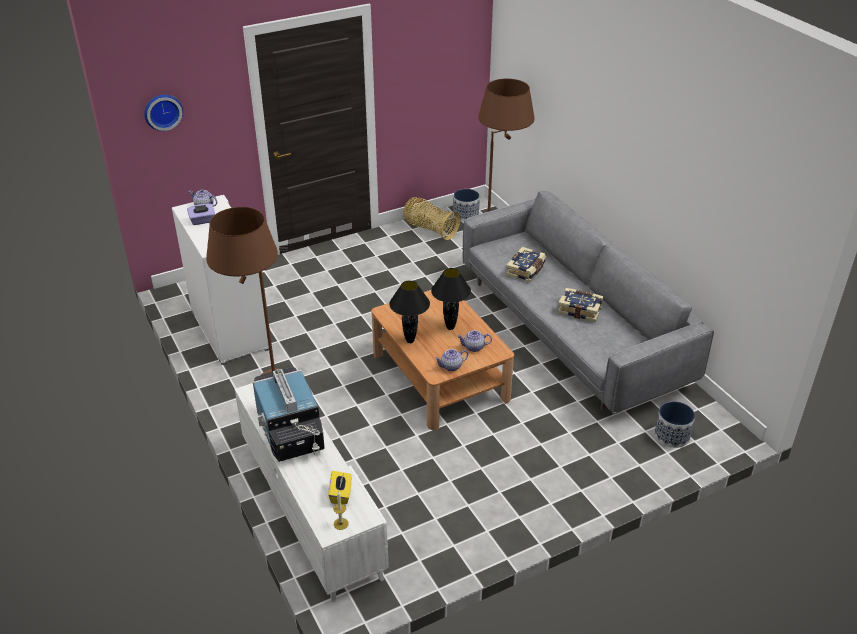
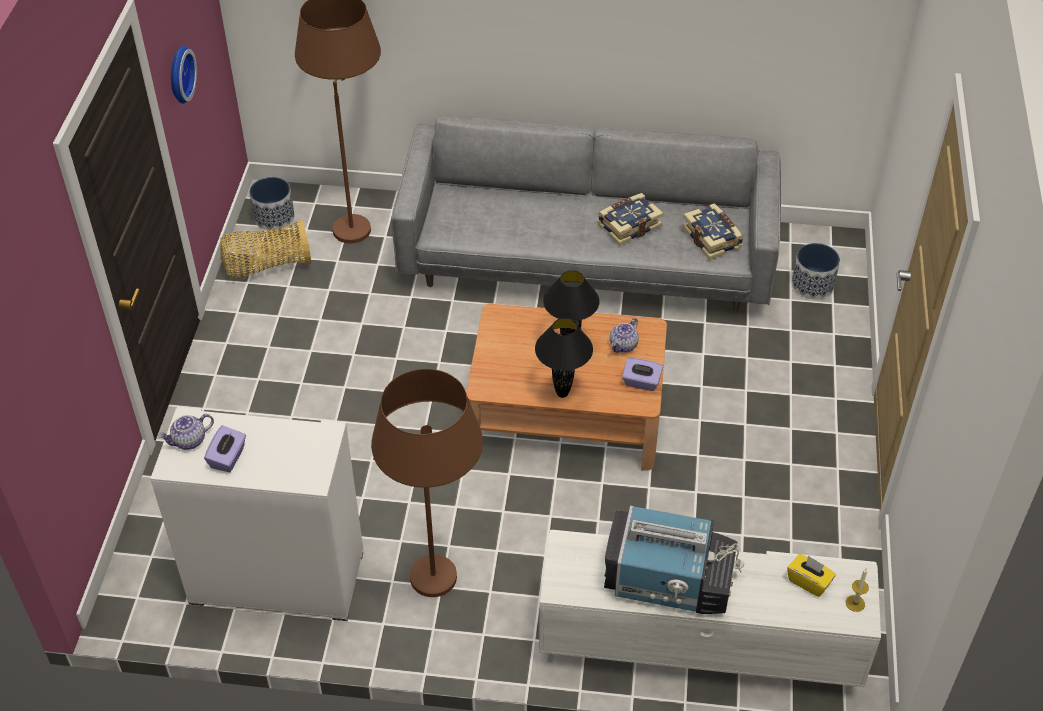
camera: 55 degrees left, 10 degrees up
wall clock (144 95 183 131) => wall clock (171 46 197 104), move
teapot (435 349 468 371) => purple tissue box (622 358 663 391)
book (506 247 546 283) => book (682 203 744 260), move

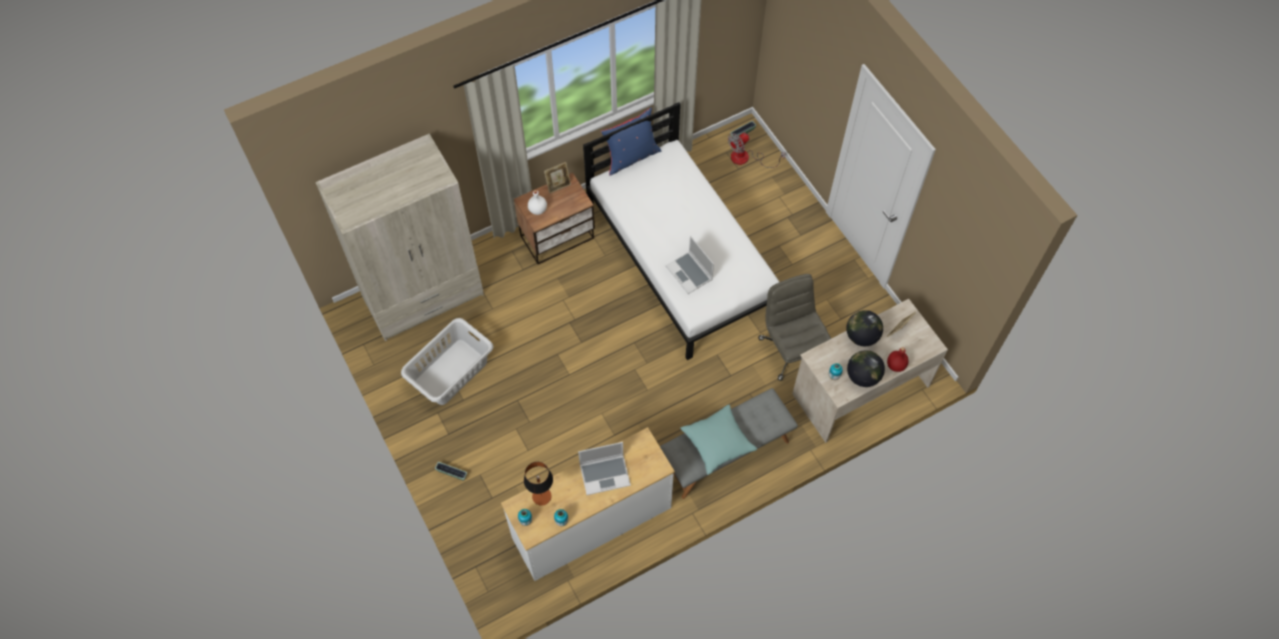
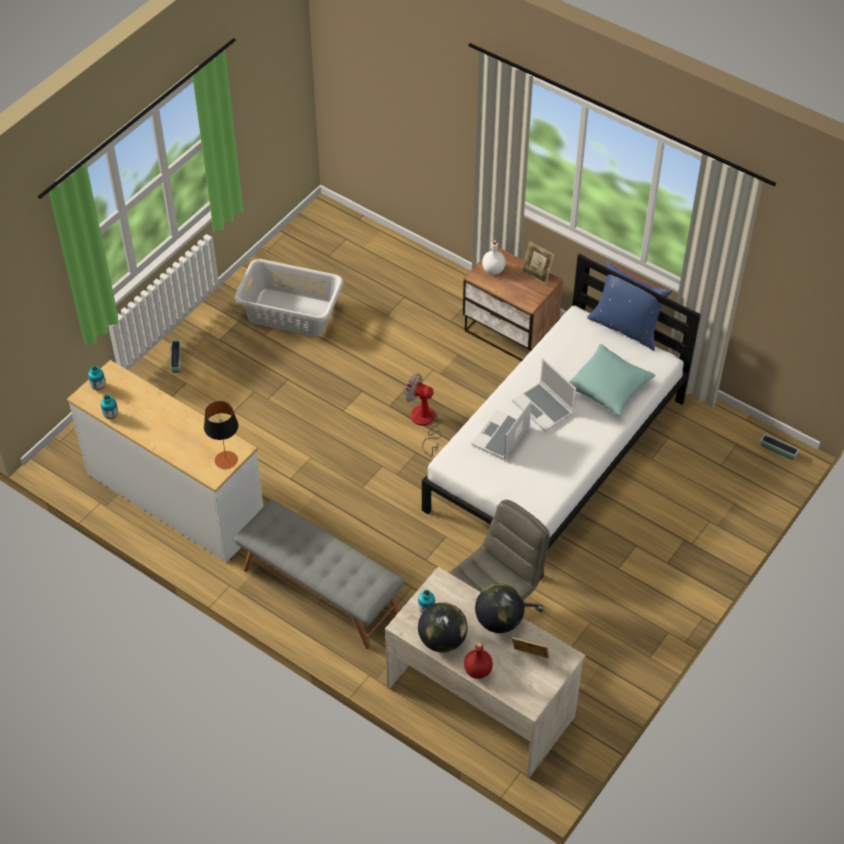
camera: 65 degrees right, 10 degrees down
beige wardrobe (315 134 484 341) => nothing
table lamp (524 462 553 506) => table lamp (204 401 238 469), move
laptop (578 442 631 495) => laptop (512 358 576 432), move
turquoise pillow (680 405 757 475) => turquoise pillow (569 344 656 416), move
fan (728 133 785 168) => fan (405 373 441 456), move

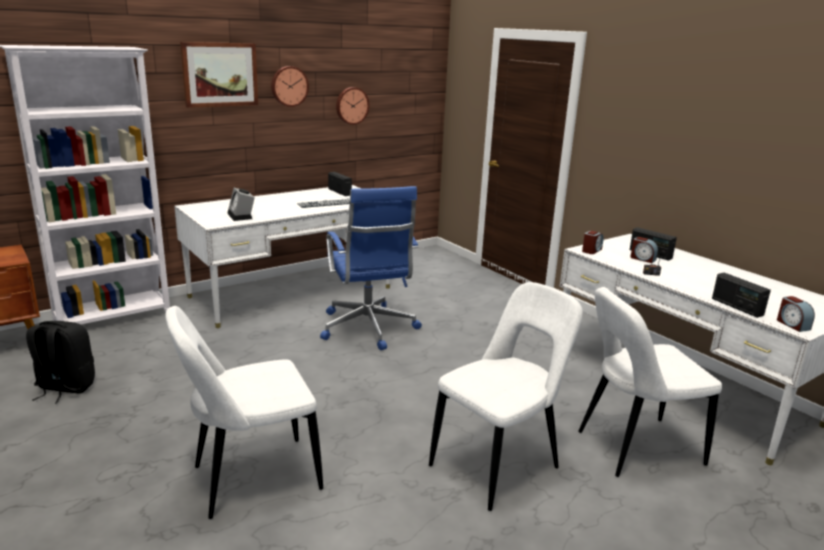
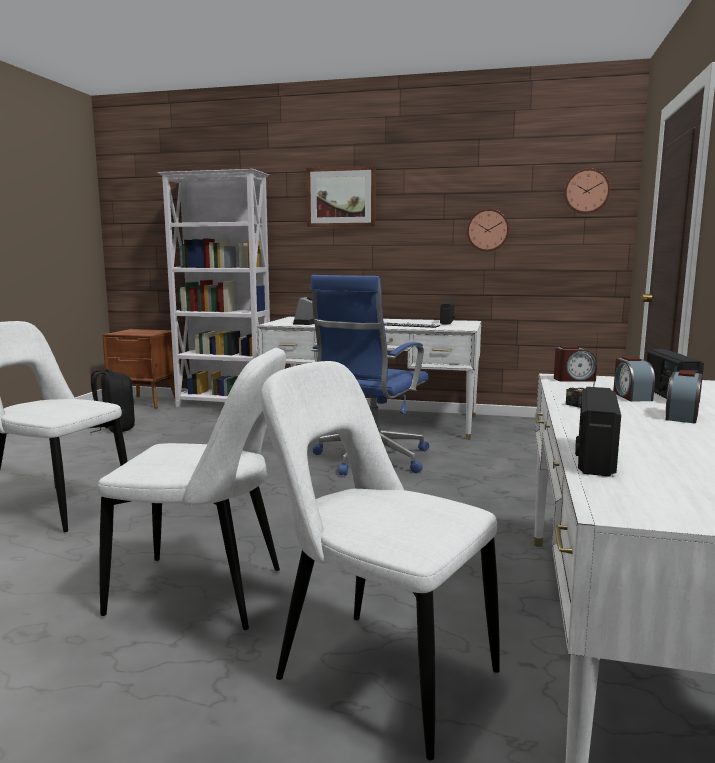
camera: 50 degrees right, 10 degrees down
wall clock (271 66 309 107) => wall clock (564 168 610 214), move
alarm clock (777 296 815 332) => alarm clock (665 370 702 424), move

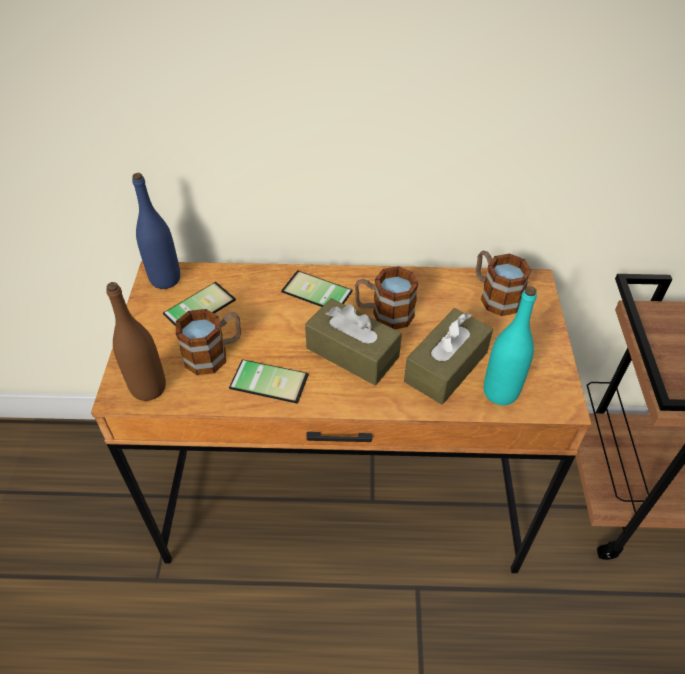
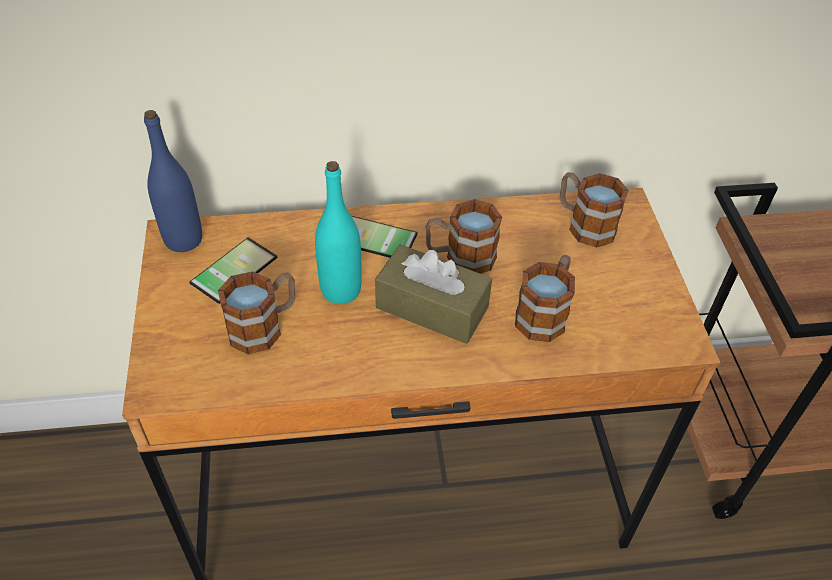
camera: 10 degrees left, 0 degrees up
brown bottle (106 282 166 401) => nothing
phone (229 359 309 404) => nothing
brown tissue box (404 308 493 405) => mug (515 255 575 342)
turquoise bottle (484 286 537 405) => turquoise bottle (315 161 362 304), move

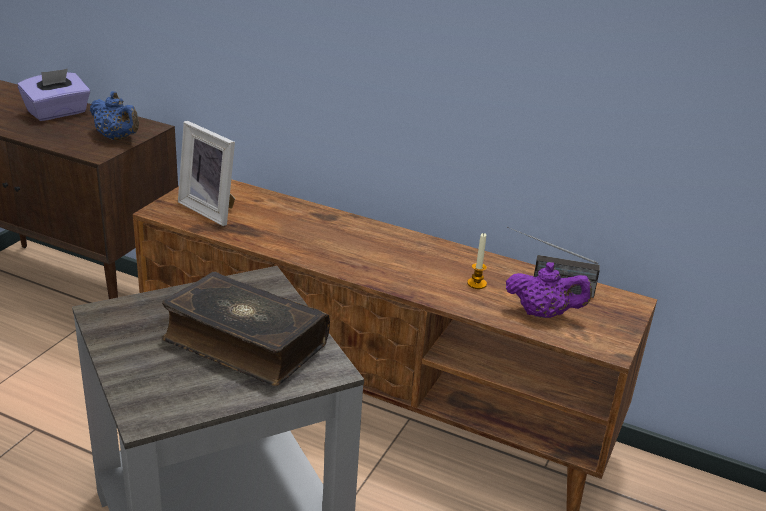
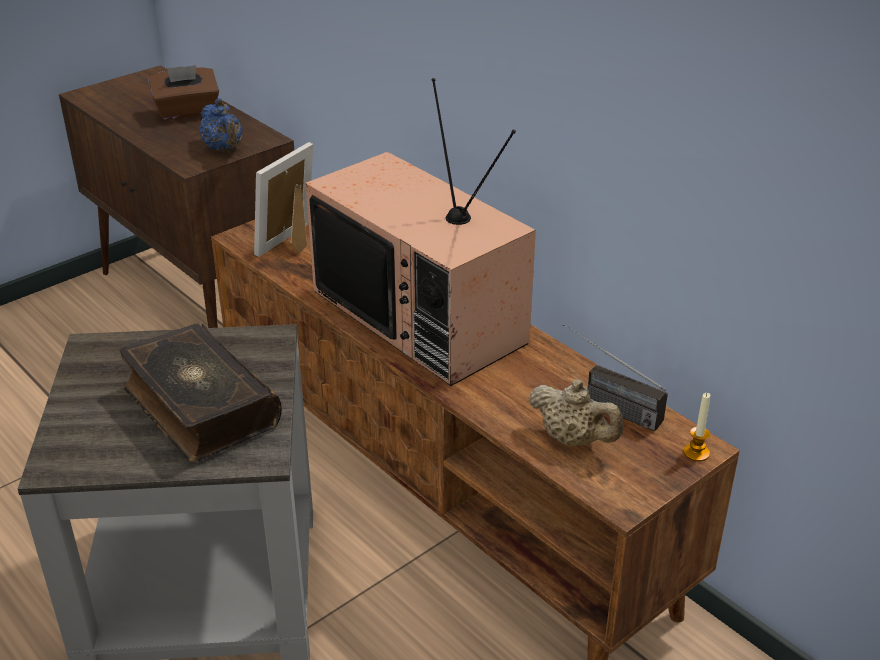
camera: 25 degrees right, 5 degrees up
purple tissue box (18 69 90 121) => brown tissue box (148 65 219 120)
picture frame (178 121 235 226) => picture frame (254 142 313 257), 60 degrees clockwise
candle (467 233 487 289) => candle (684 393 710 462), move
purple teapot (506 262 592 318) => beige teapot (529 379 623 446)
nothing => television (306 78 536 386)

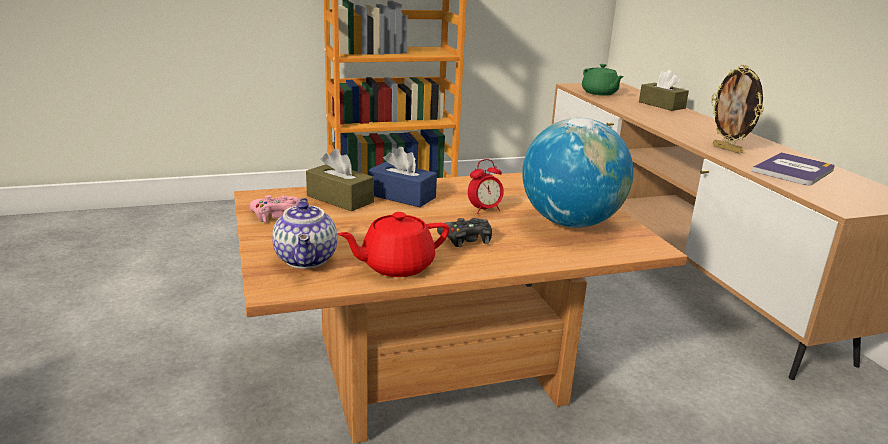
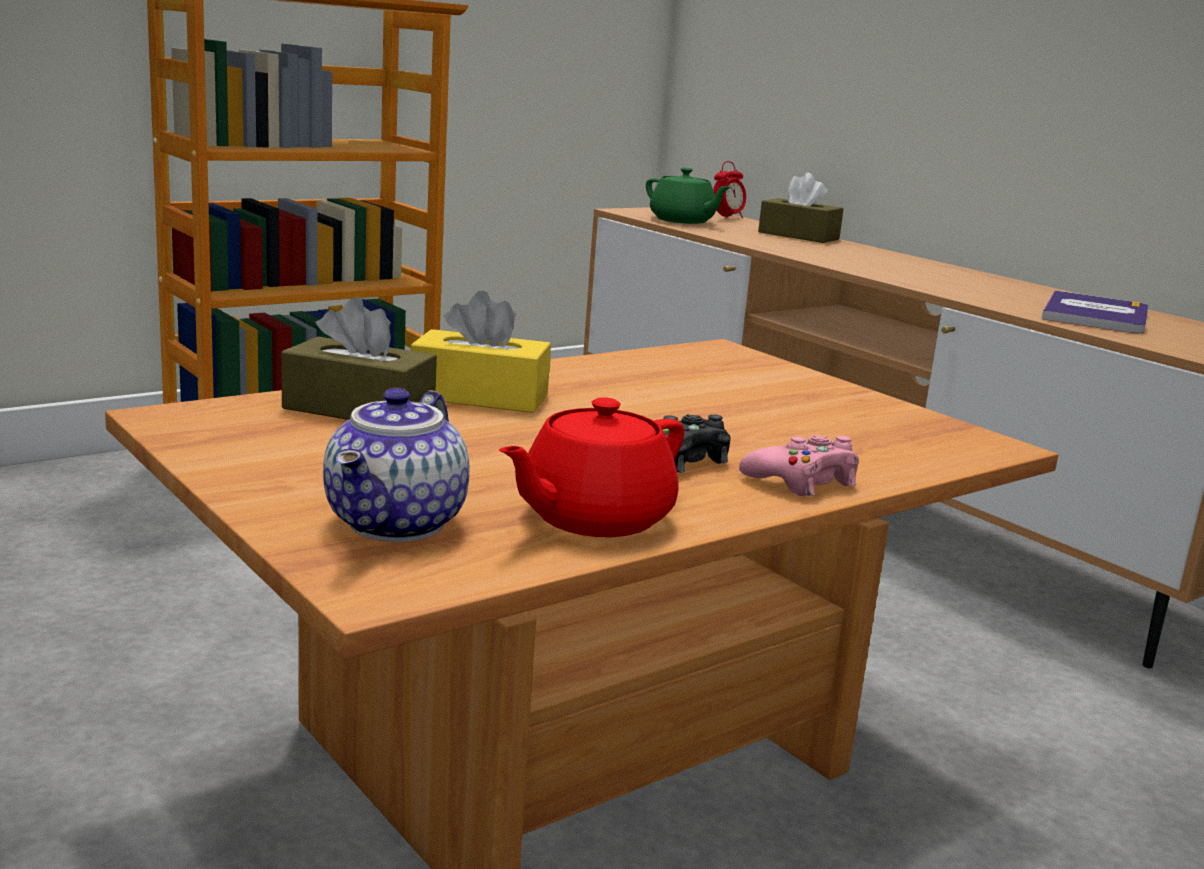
camera: 20 degrees left, 5 degrees down
pink game controller (250 195 300 222) => pink game controller (739 435 859 496), move
teapot (272 198 337 269) => teapot (323 388 470 542), 45 degrees clockwise
blue tissue box (368 147 437 207) => yellow tissue box (411 291 551 413)
alarm clock (468 159 504 214) => alarm clock (713 161 746 219), move
globe (522 118 633 228) => nothing
picture frame (711 65 764 154) => nothing

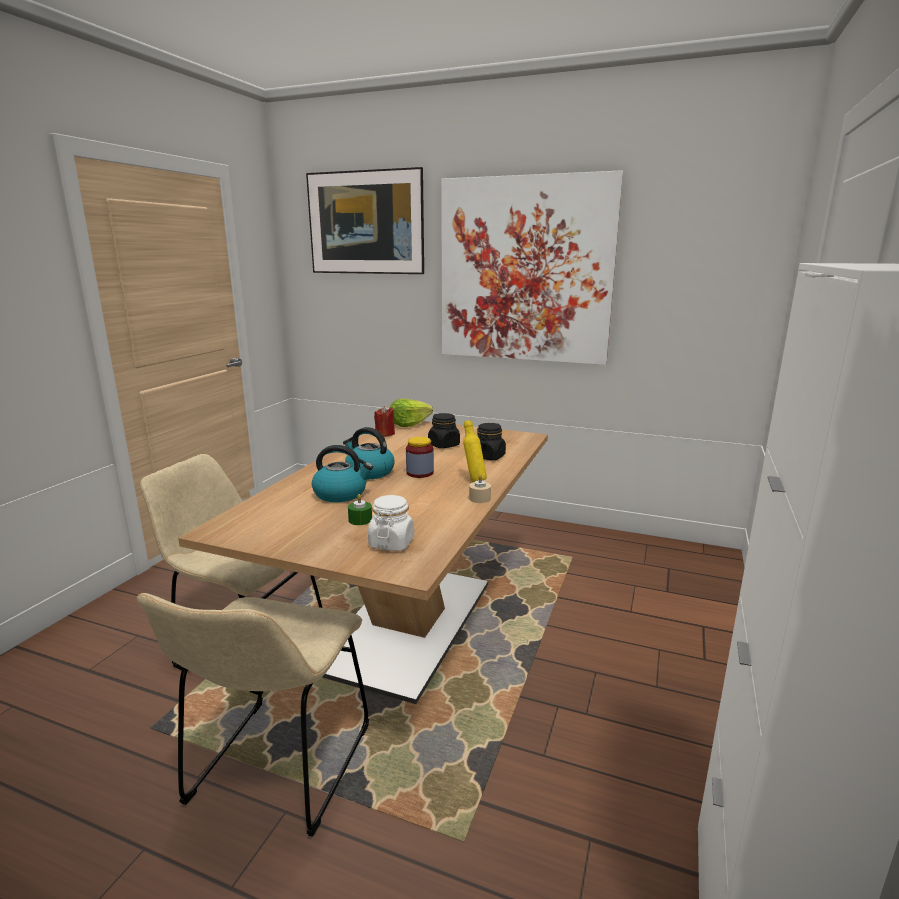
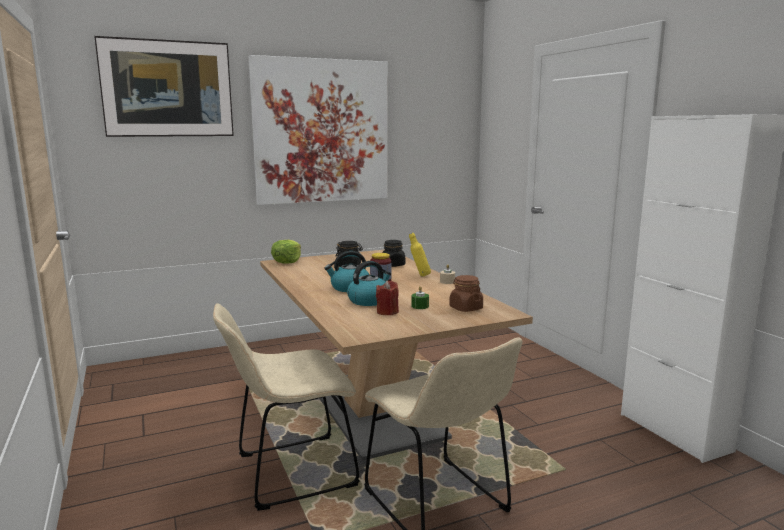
camera: 45 degrees left, 5 degrees down
white jar (368 495 414 551) => brown jar (449 275 483 312)
red candle (374 406 395 437) => red candle (376 281 399 315), move

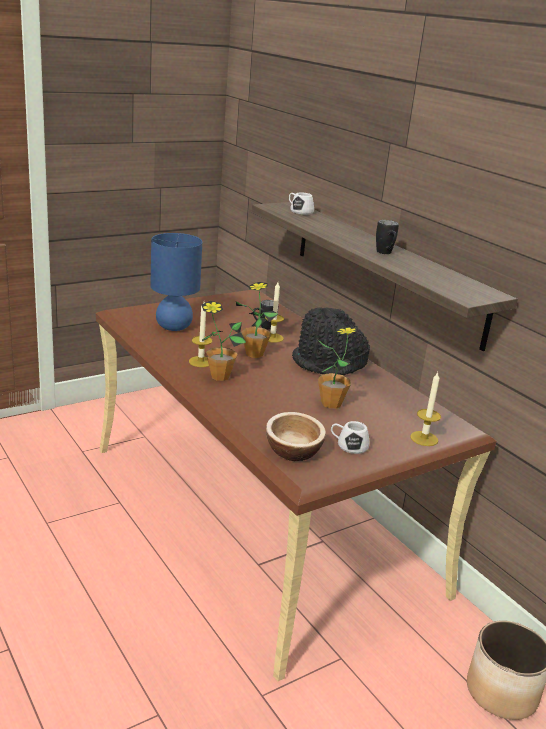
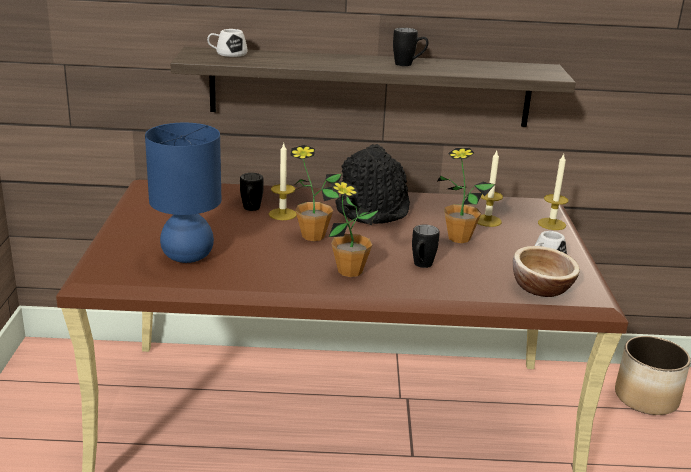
camera: 55 degrees left, 0 degrees up
candle (189 302 212 367) => candle (477 151 503 227), move
nothing => black mug (412 225 440 268)

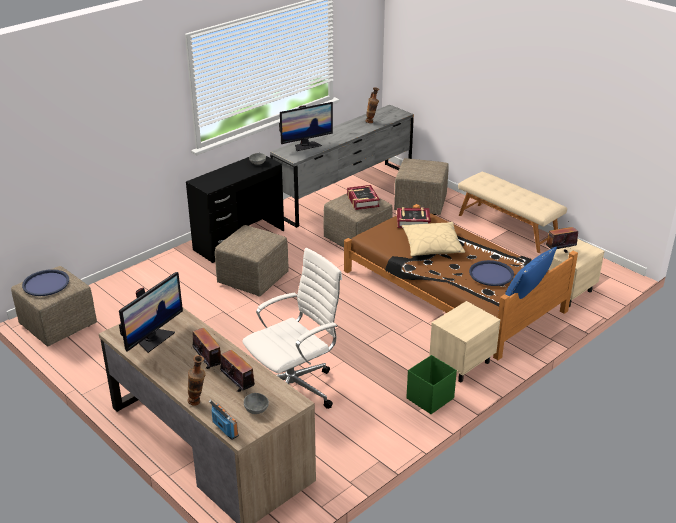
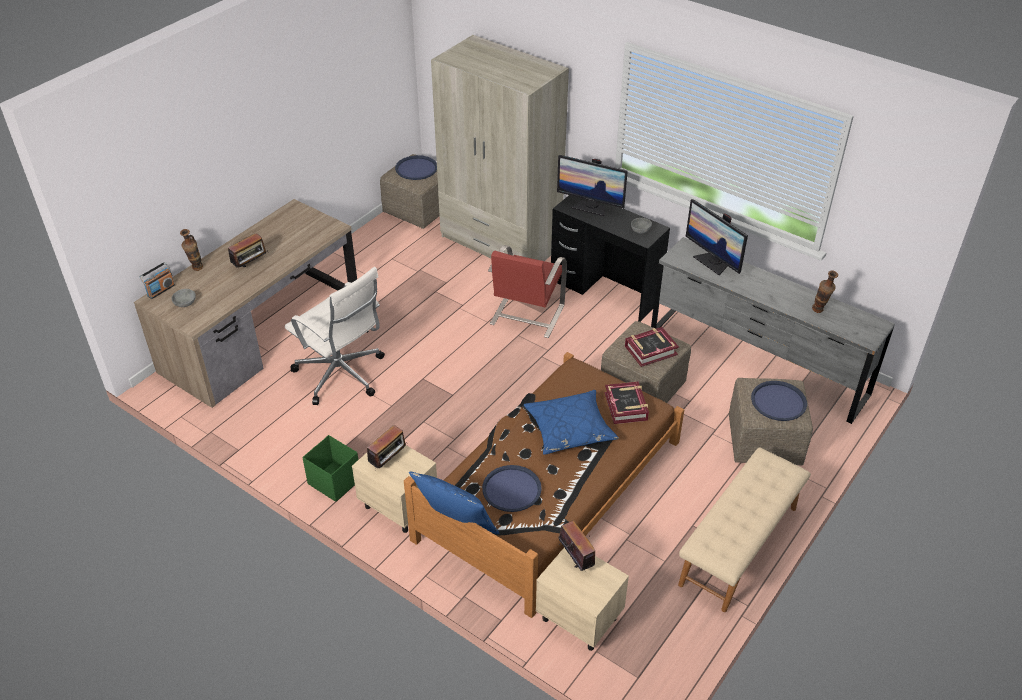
camera: 80 degrees right, 10 degrees up
monitor (119 272 183 353) => monitor (557 155 628 216), move
beige ottoman (215 225 289 297) => red chair (488 245 567 338)
radio (220 350 255 392) => radio (367 425 407 468), move
beige pillow (402 222 465 256) => blue pillow (524 390 619 455)
nothing => beige wardrobe (431 35 569 261)
nothing => blue tray (751 381 807 421)

